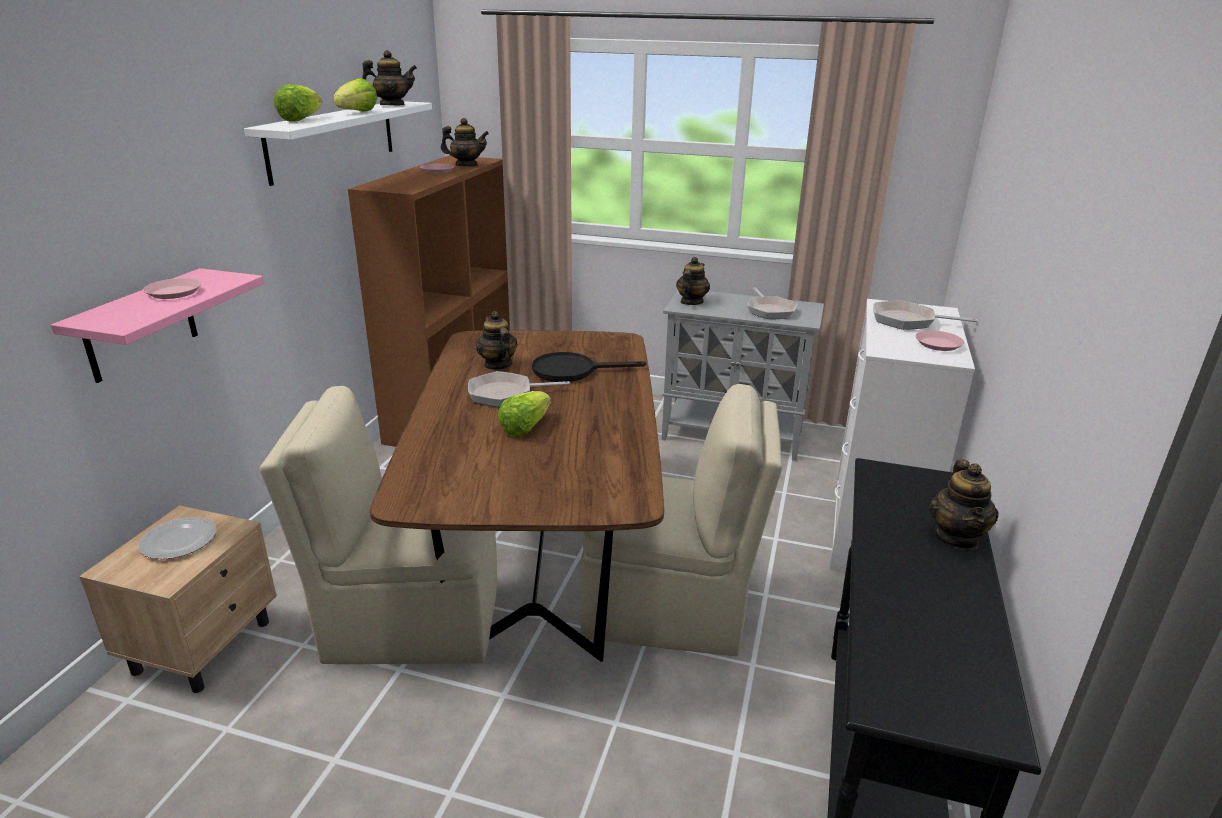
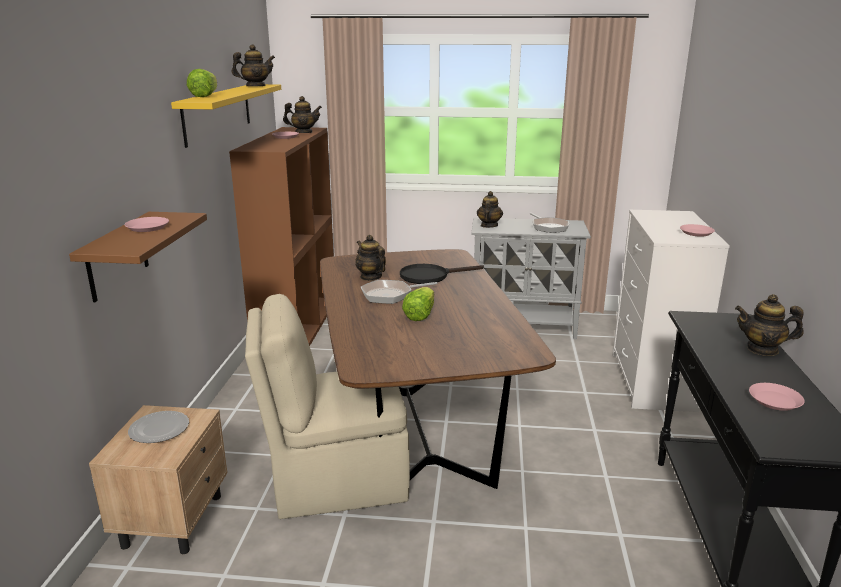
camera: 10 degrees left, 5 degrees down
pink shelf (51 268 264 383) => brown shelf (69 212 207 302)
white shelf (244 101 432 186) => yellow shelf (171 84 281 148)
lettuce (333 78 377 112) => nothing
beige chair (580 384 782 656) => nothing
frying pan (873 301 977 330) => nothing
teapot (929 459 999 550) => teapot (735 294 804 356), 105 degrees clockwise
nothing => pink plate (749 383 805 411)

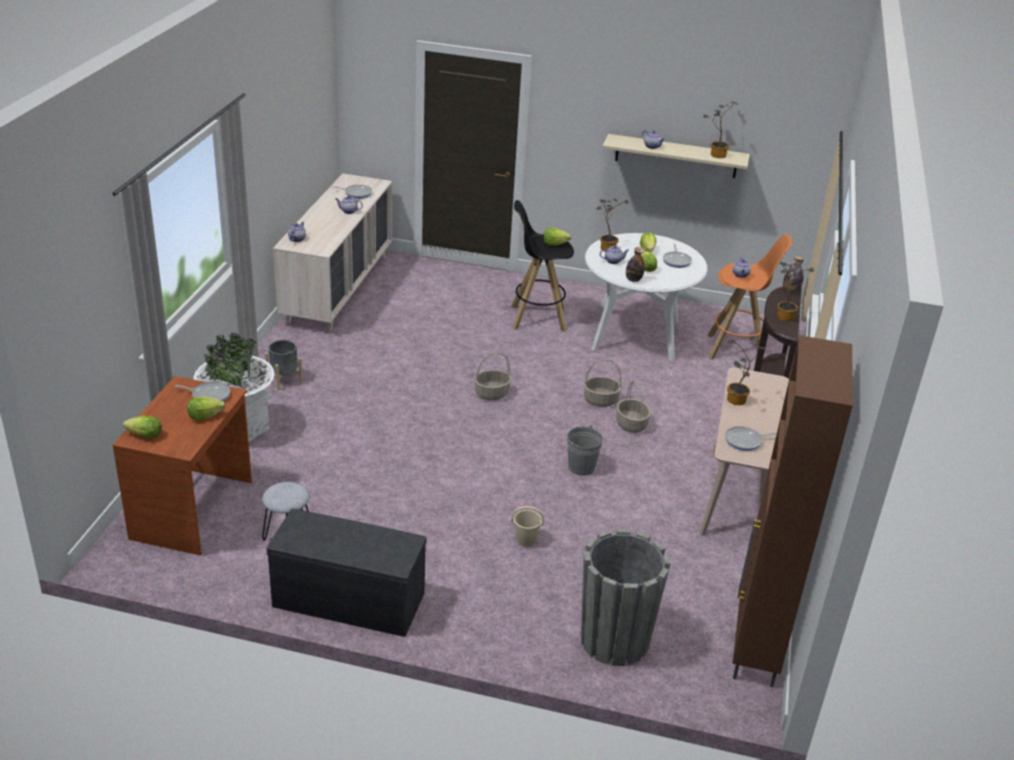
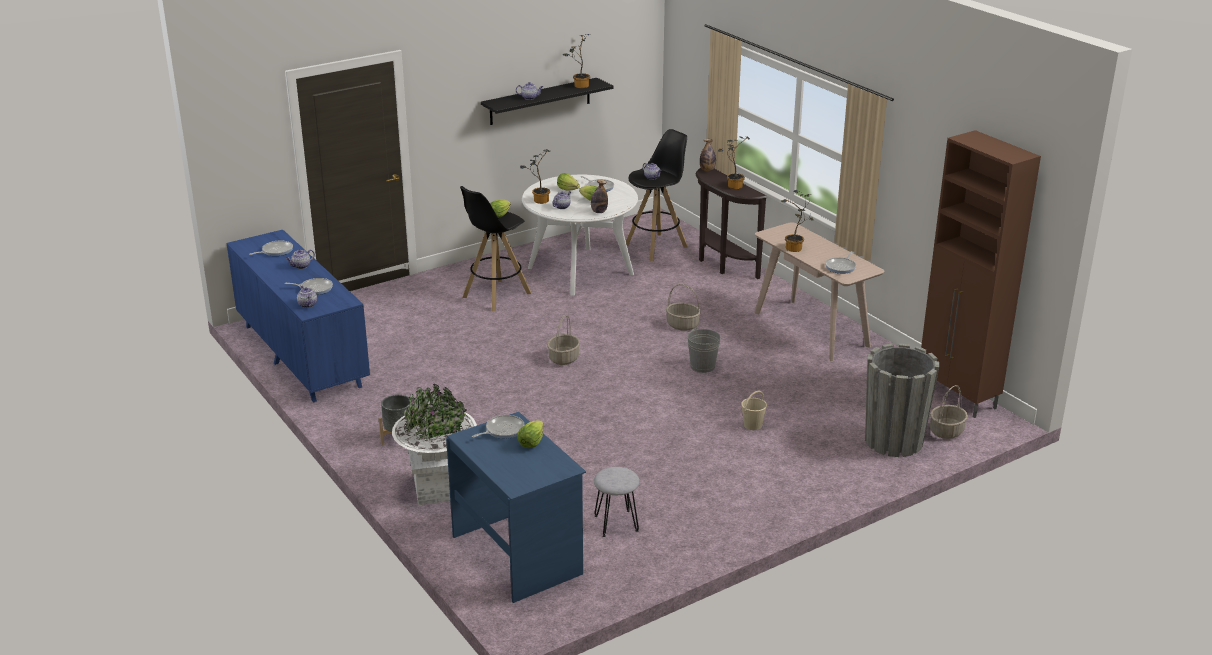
camera: 45 degrees left, 5 degrees down
brown desk (112 376 252 555) => blue desk (446 412 586 603)
lettuce (123 416 162 438) => nothing
grey bench (267 508 427 637) => nothing
beige dresser (273 173 392 331) => blue dresser (227 230 370 403)
basket (584 359 622 407) => basket (930 385 968 439), move
beige shelf (602 134 750 178) => black shelf (481 78 614 125)
orange stool (707 234 792 359) => black stool (626 129 688 261)
nothing => frying pan (284 278 333 295)

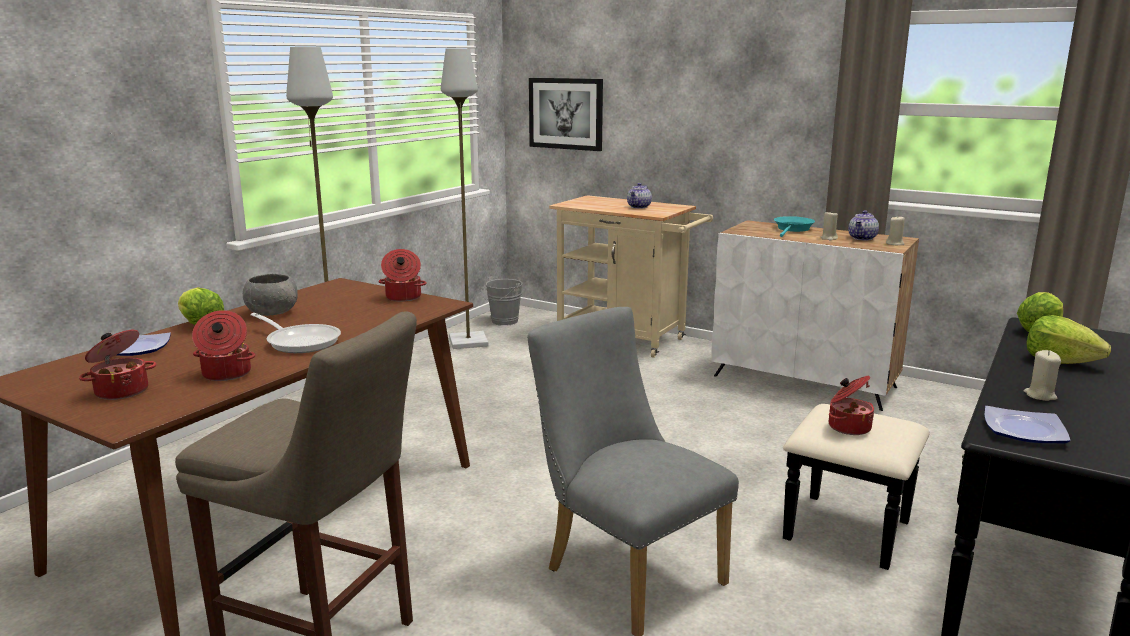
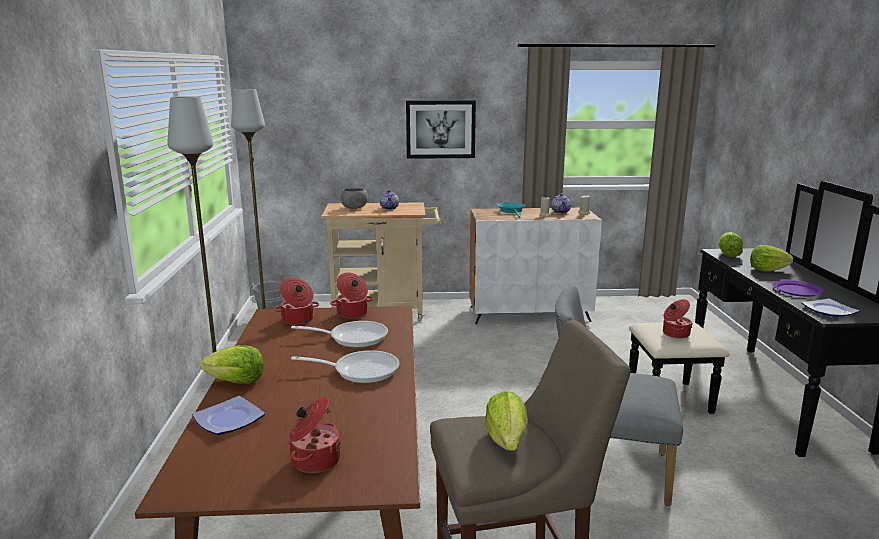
camera: 35 degrees left, 0 degrees up
cooking pot (192 310 256 381) => cooking pot (274 278 319 325), move
grey bowl (243 274 298 316) => grey bowl (340 188 368 209), move
picture (529 78 603 151) => picture (406 100 476 159), move
beige candle (1024 350 1061 401) => purple plate (772 280 824 297)
nothing => frying pan (291 321 388 348)
nothing => lettuce (485 391 528 451)

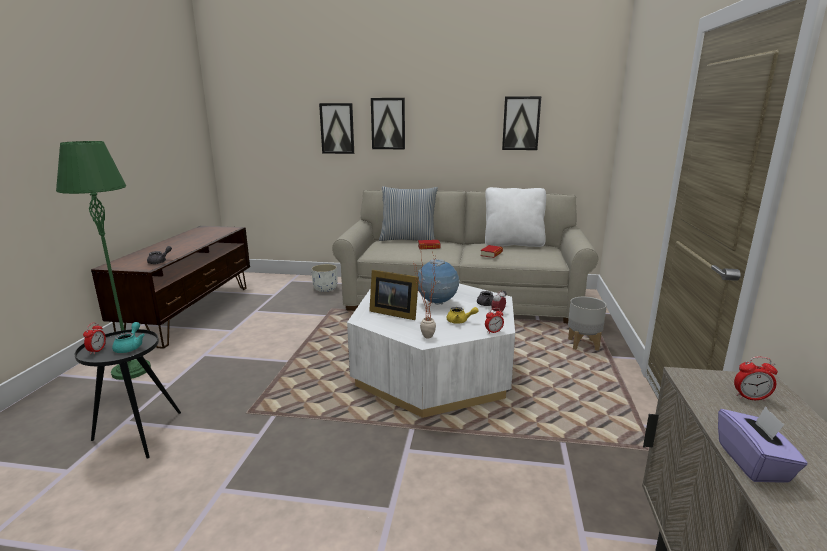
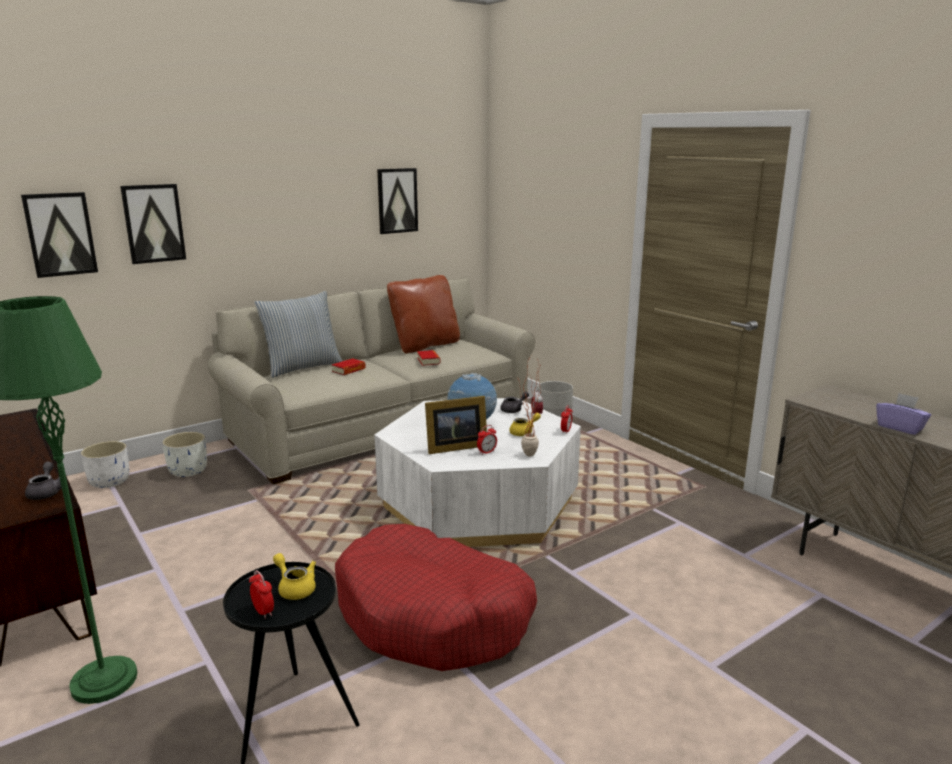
camera: 45 degrees left, 0 degrees up
turquoise teapot (112 322 145 353) => yellow teapot (273 553 316 600)
picture (371 98 405 149) => picture (21 192 98 278), move
white pillow (485 187 546 247) => brown pillow (387 275 460 353)
alarm clock (734 357 778 401) => alarm clock (477 425 497 455), move
nothing => white planter (81 441 129 488)
nothing => red dog bed (335 524 537 671)

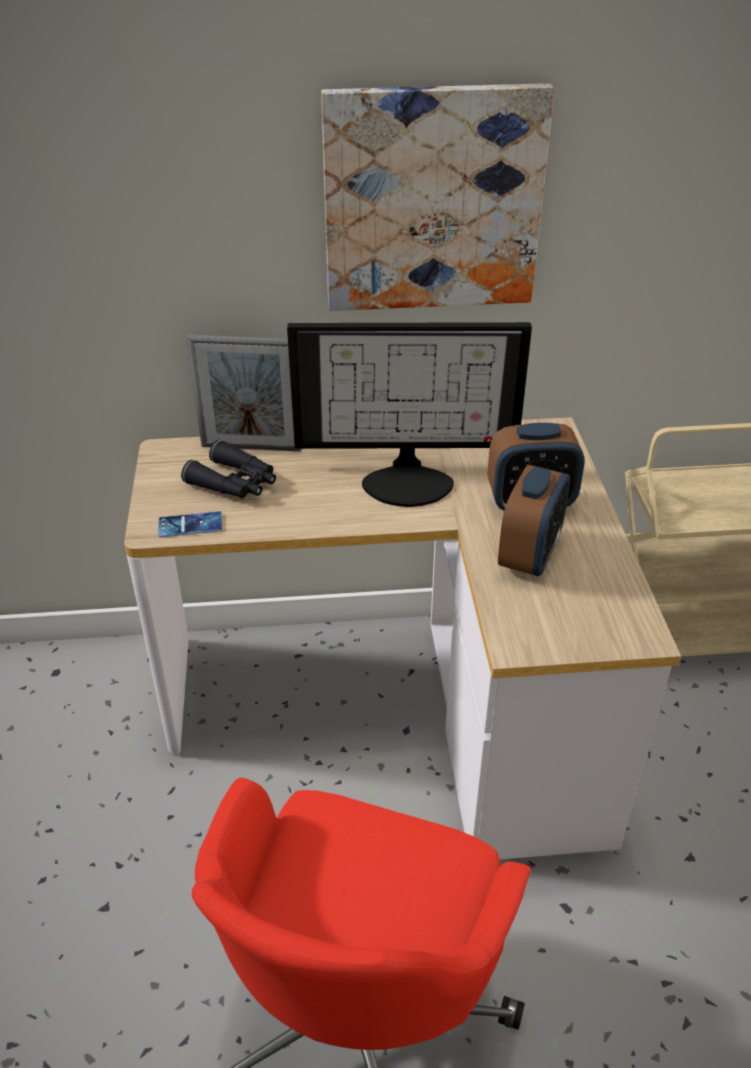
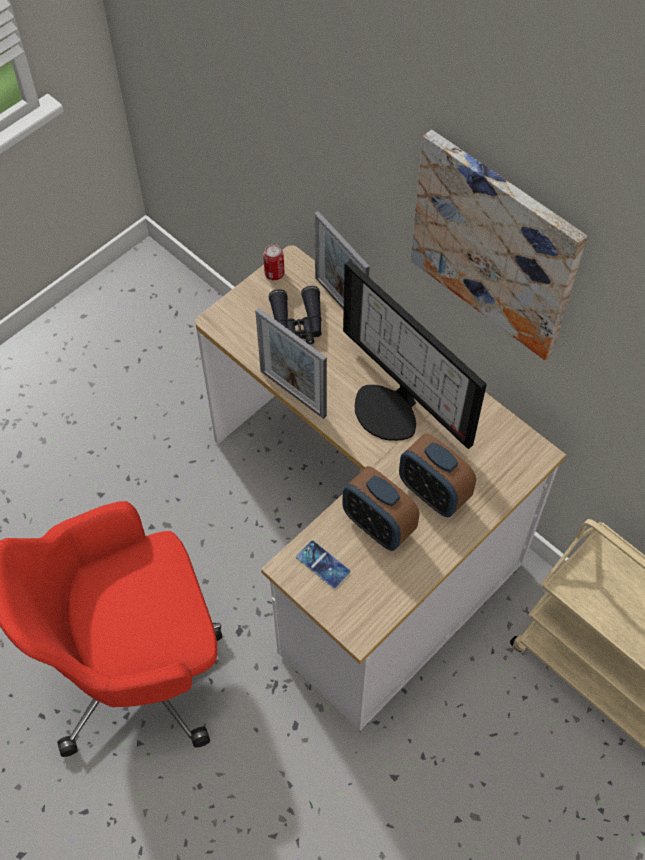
camera: 50 degrees right, 20 degrees up
phone (158 511 222 537) => phone (296 540 350 588), move
alarm clock (498 465 570 576) => alarm clock (342 466 419 551), 60 degrees clockwise
nothing => picture frame (255 308 327 419)
nothing => can (263 244 284 280)

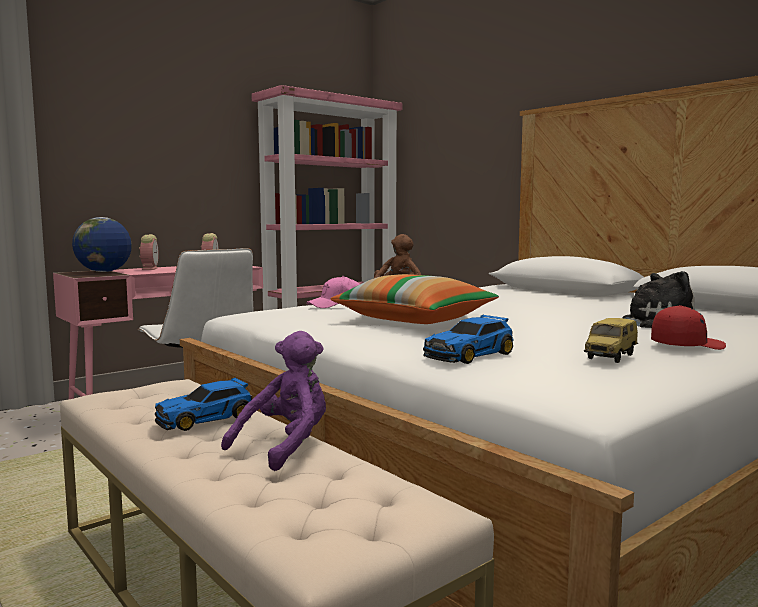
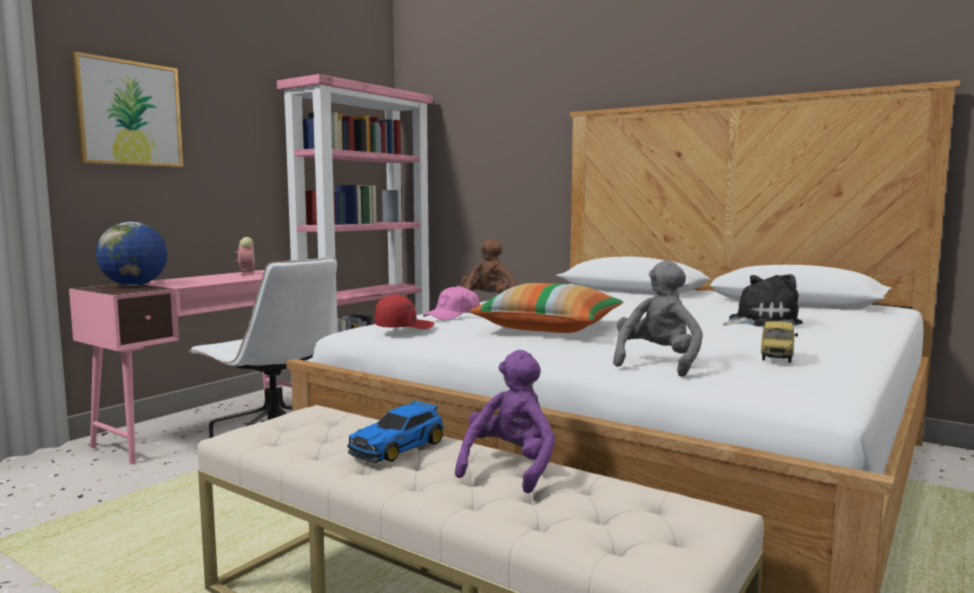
camera: 15 degrees left, 0 degrees up
alarm clock (139 234 159 270) => nothing
toy car (423 314 514 364) => grey plush toy (613 260 703 377)
red cap (651 305 726 350) => red cap (375 294 435 329), move
nothing => picture (71 52 183 167)

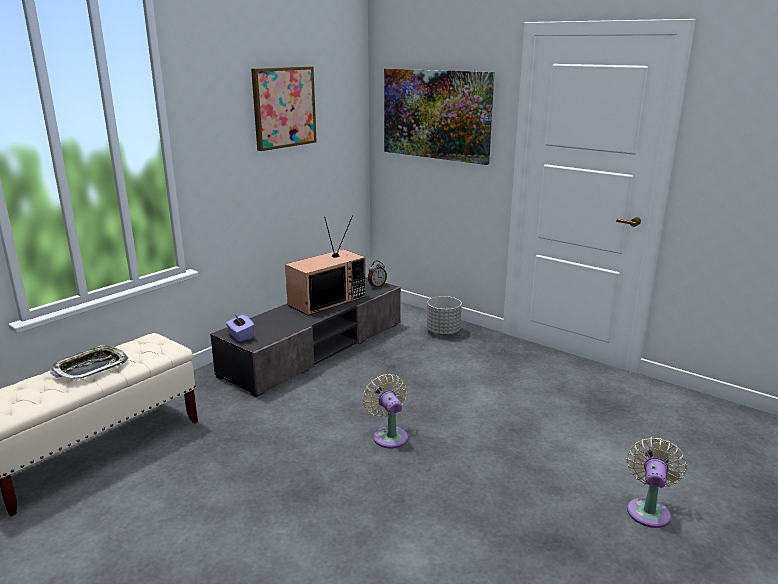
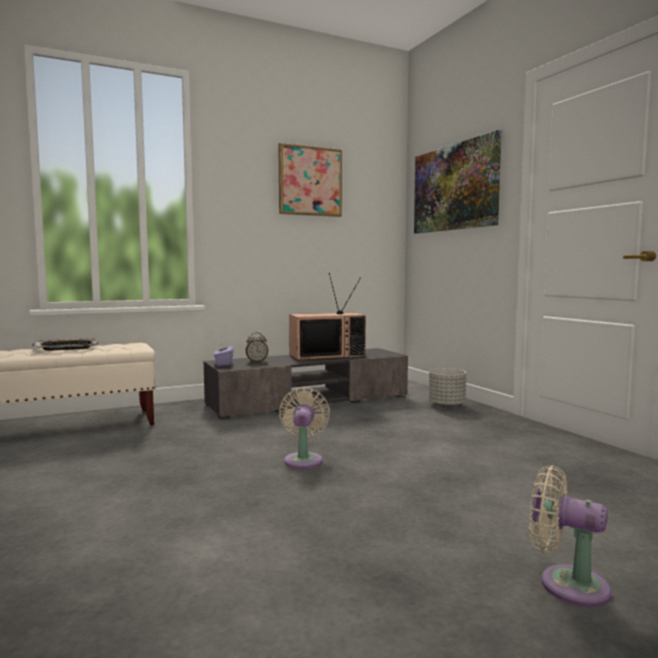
camera: 25 degrees right, 15 degrees down
alarm clock (368 261 387 288) => alarm clock (246 333 268 362), move
beige fan (626 437 687 528) => beige fan (529 465 612 607), 105 degrees counterclockwise

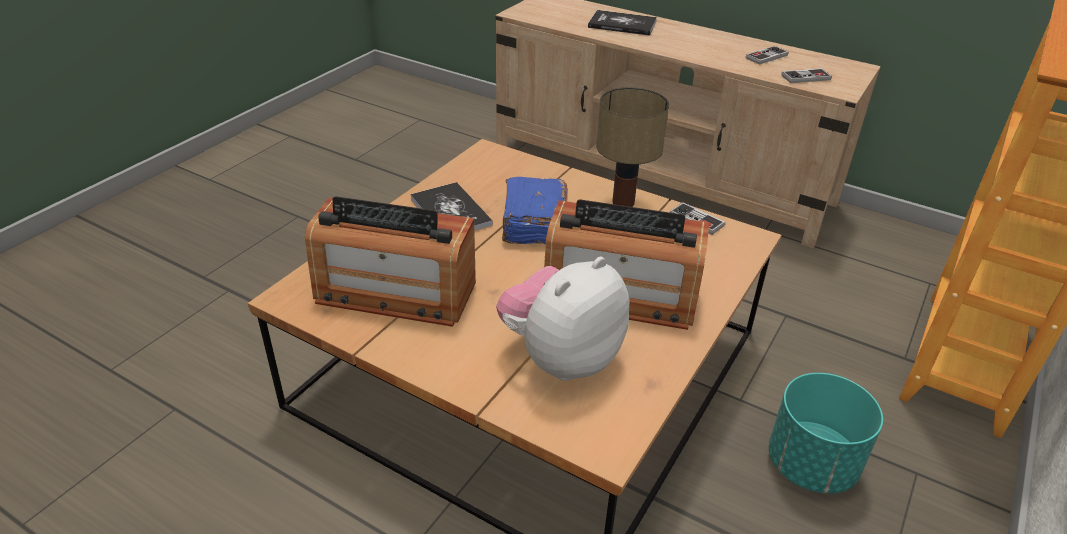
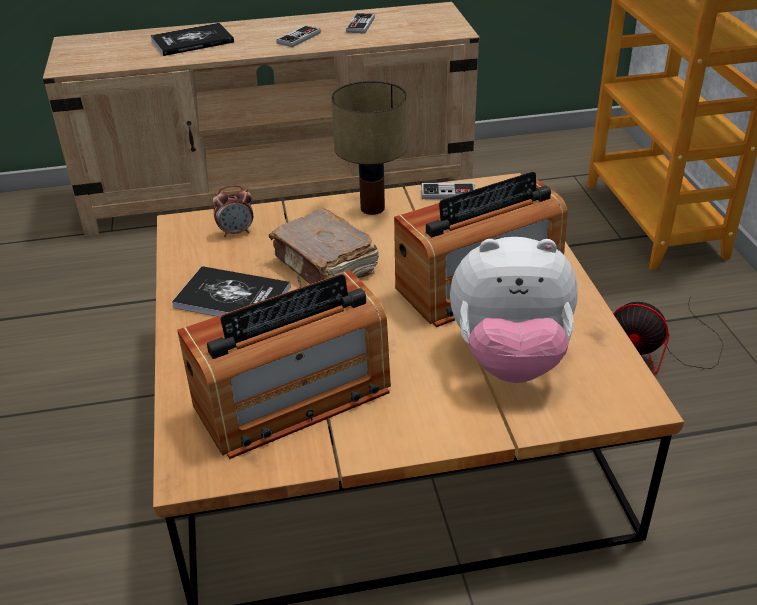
camera: 40 degrees left, 0 degrees up
plush toy (496 257 629 380) => plush toy (450 237 578 383), 90 degrees counterclockwise
blue book (502 177 568 244) => brown book (269 208 379 284)
turquoise planter (769 373 883 494) => fan (613 296 723 375)
game controller (781 68 832 83) => game controller (276 25 321 47), move
nothing => alarm clock (213 185 253 237)

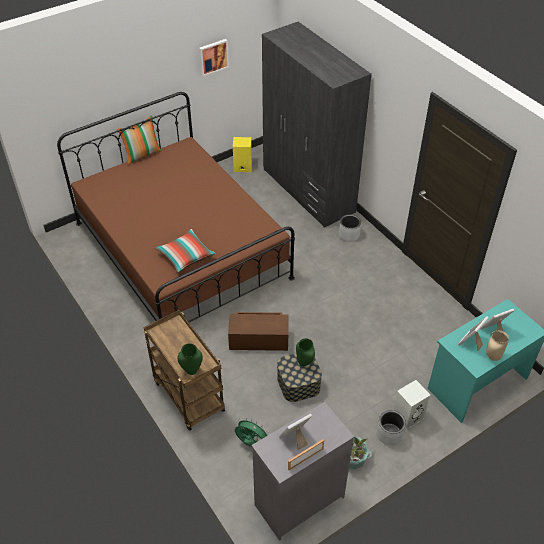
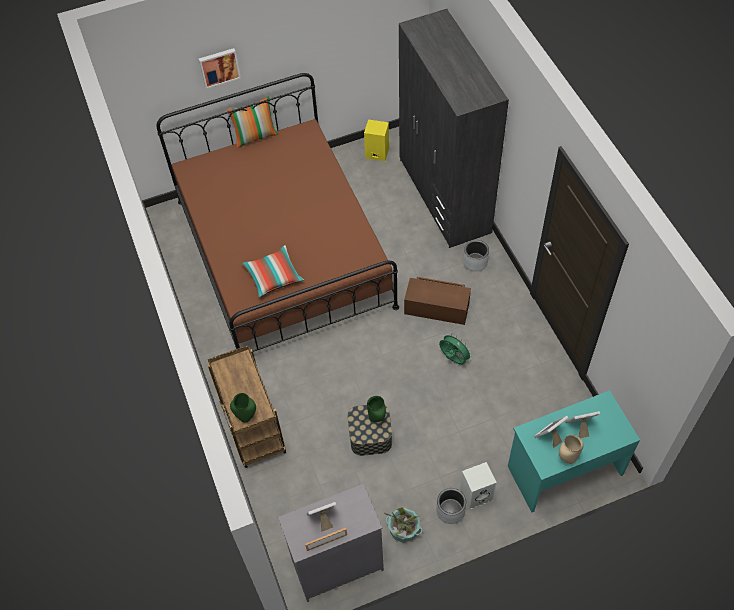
camera: 15 degrees right, 10 degrees up
picture (199 39 229 76) => picture (199 48 241 89), move
brown storage box (228 312 289 351) => brown storage box (404 277 471 325), move
green fan (235 418 269 447) => green fan (439 333 473 365), move

